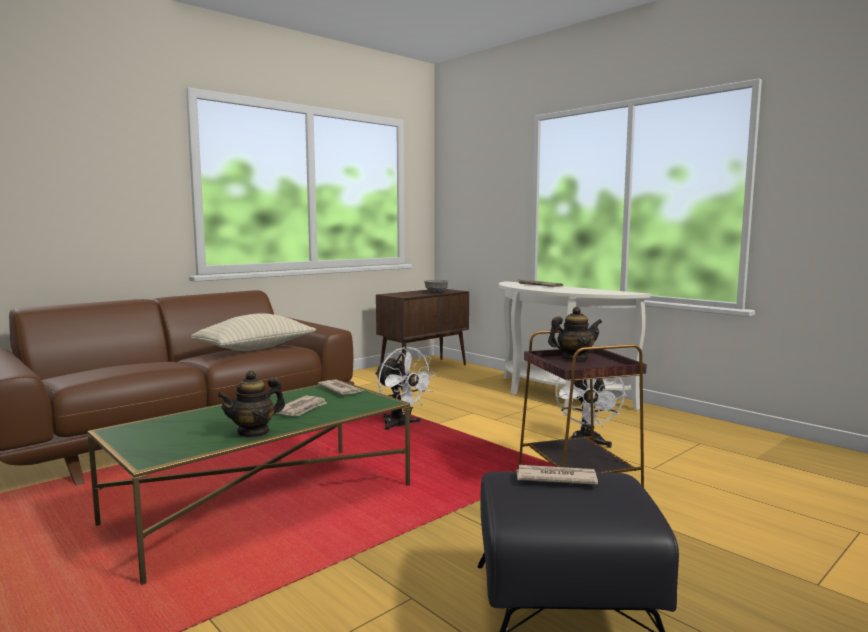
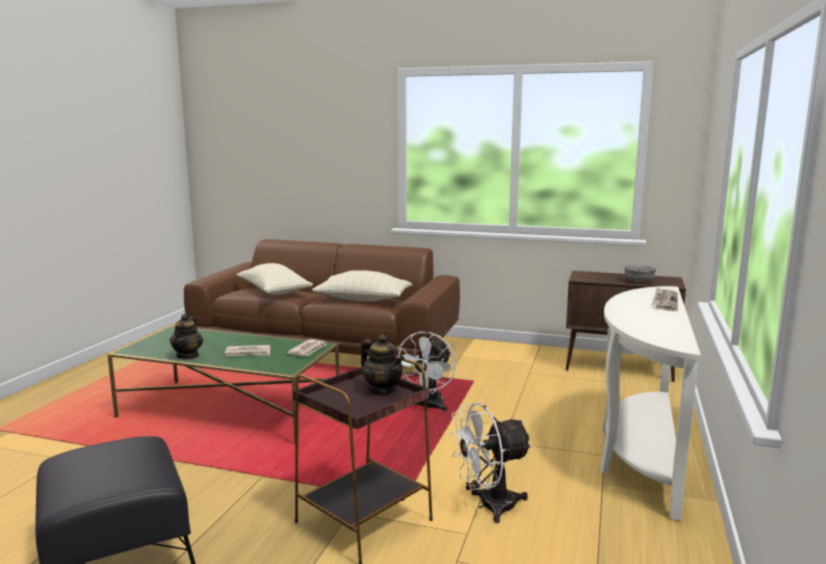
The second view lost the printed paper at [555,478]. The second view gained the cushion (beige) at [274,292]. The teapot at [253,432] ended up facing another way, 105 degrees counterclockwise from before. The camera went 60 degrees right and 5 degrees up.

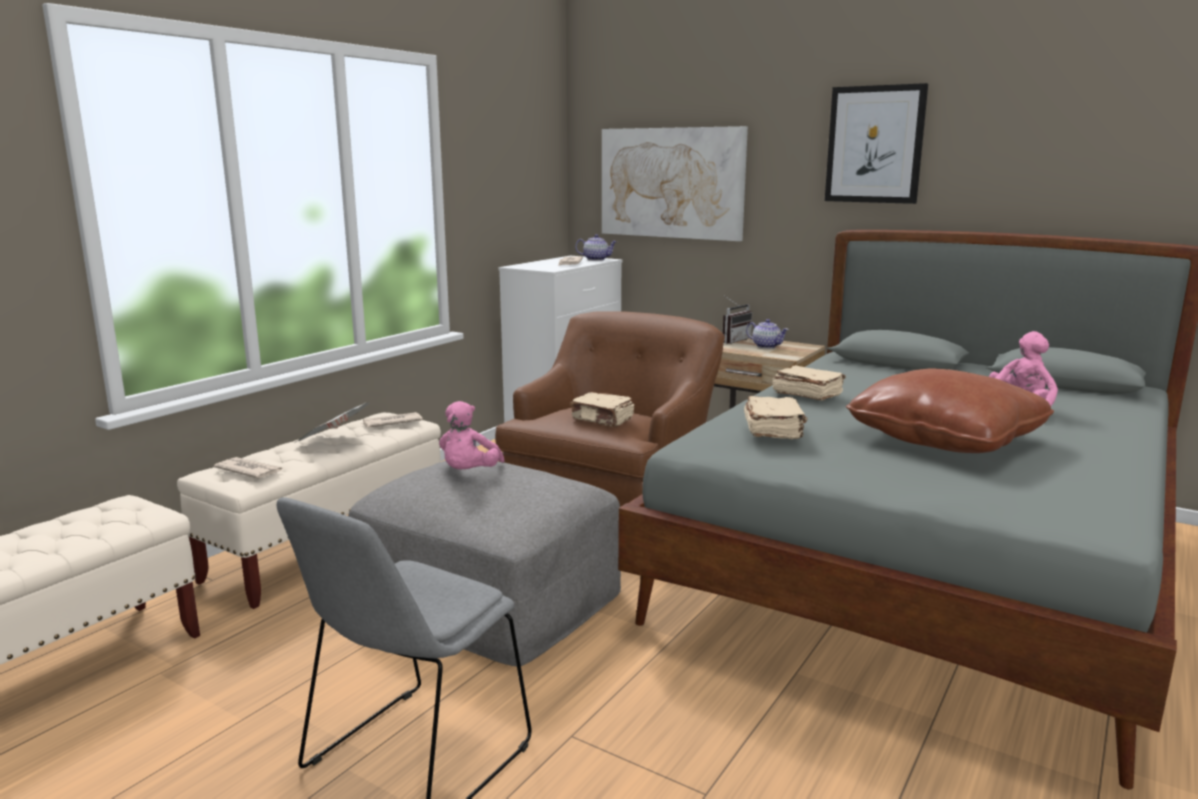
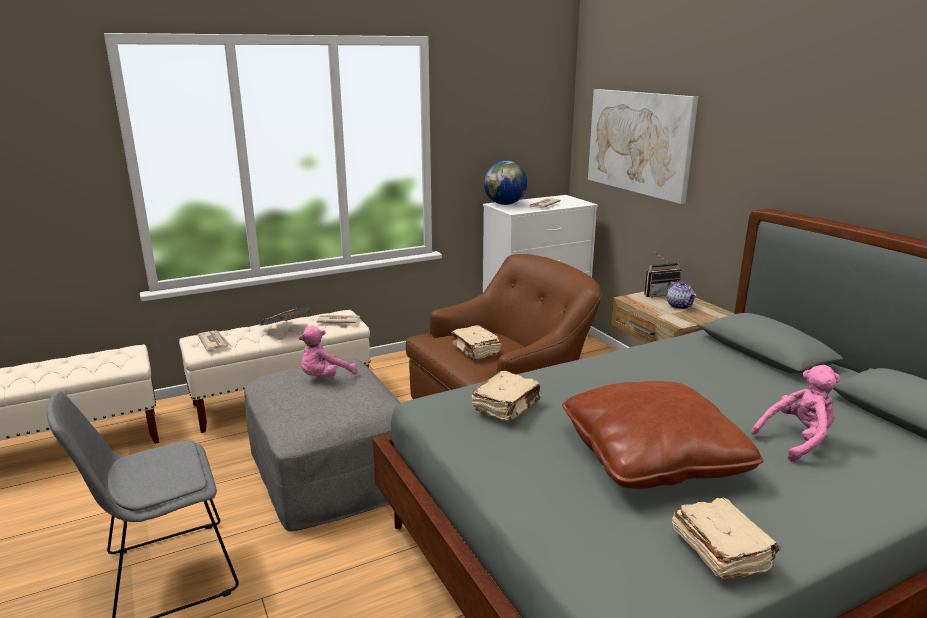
The second view lost the teapot at [596,259]. The second view lost the picture at [875,144]. The second view gained the world globe at [505,204]. The volume (beige) ended up elsewhere, having gone from [806,394] to [720,550]. The camera went 30 degrees right and 5 degrees up.

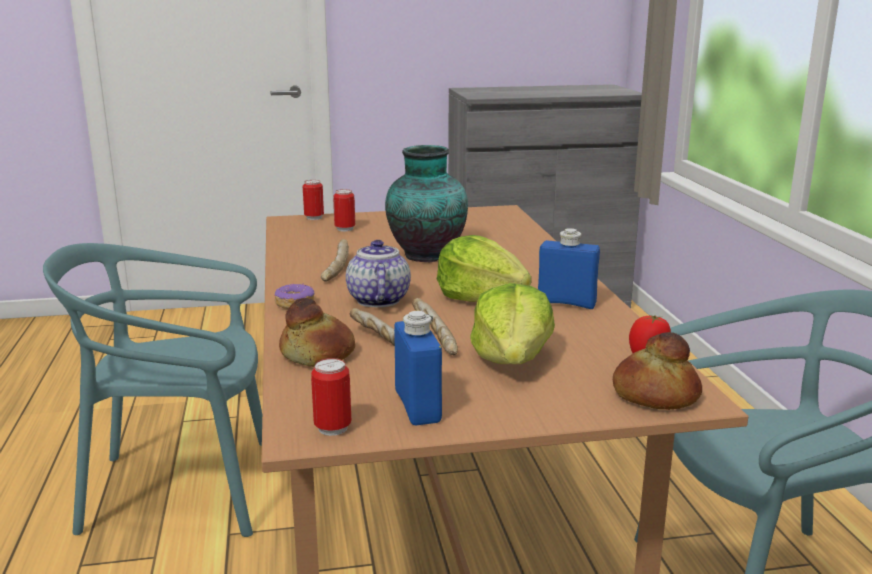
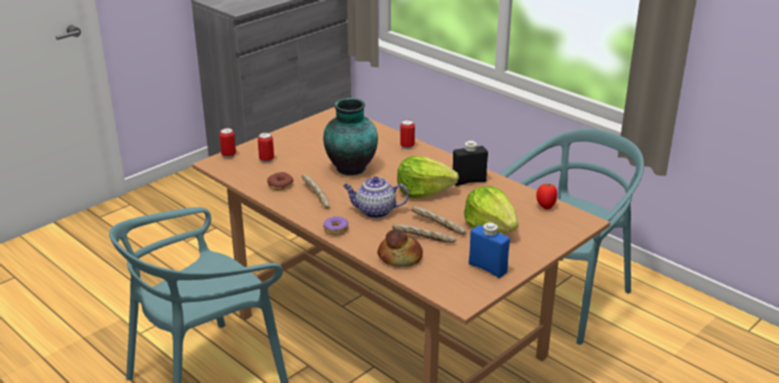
The second view lost the baked bread at [654,395]. The second view gained the doughnut at [280,185]. The sealed can ended up elsewhere, having gone from [332,428] to [407,146]. What was the bottle (blue-coloured) at [566,303] turned into the bottle (blackish) at [469,181]. The teapot at [377,299] ended up facing another way, 45 degrees counterclockwise from before. The camera went 35 degrees left and 10 degrees up.

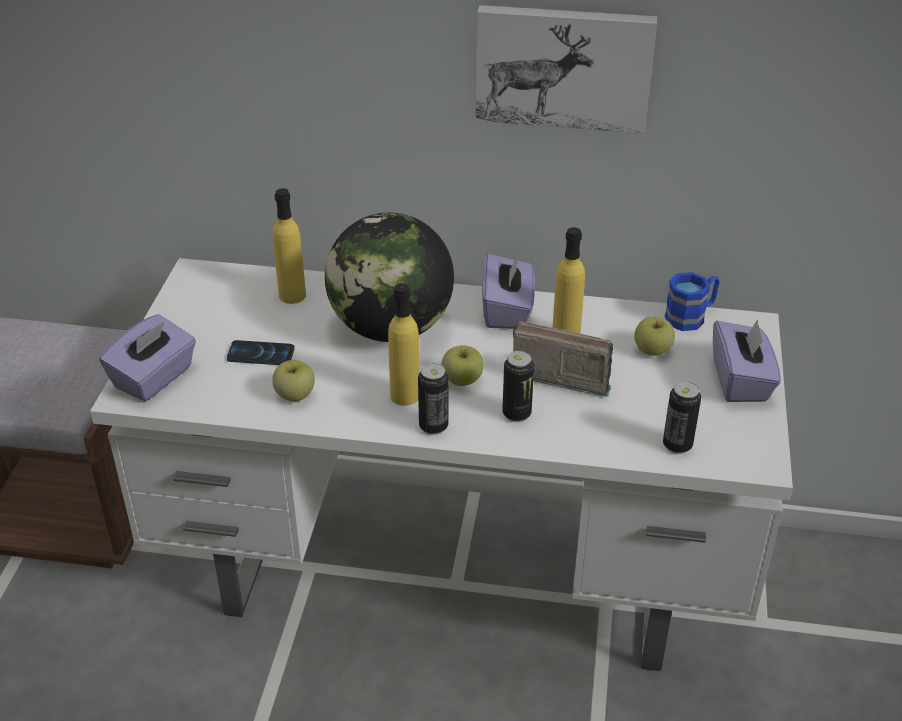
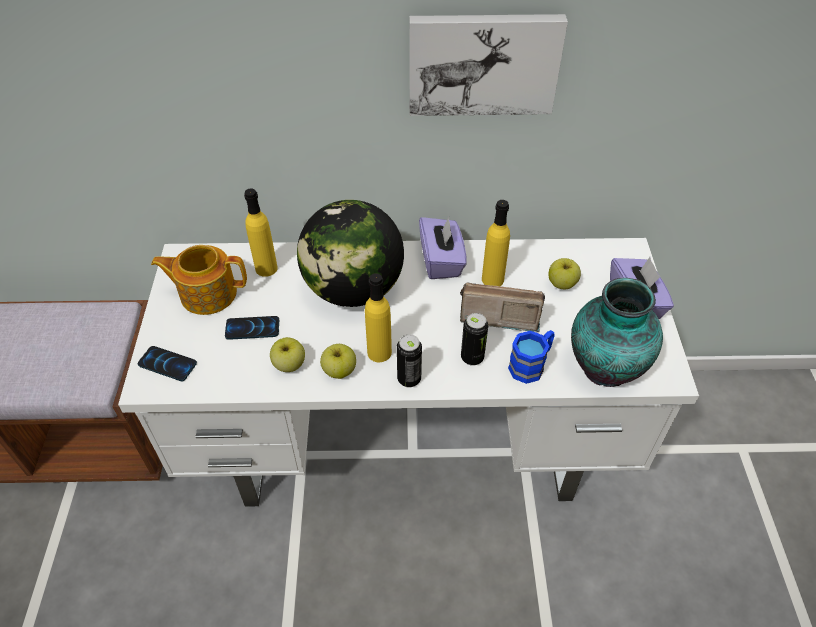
The second view gained the teapot at [207,293]. The apple fruit ended up elsewhere, having gone from [462,380] to [339,370]. The mug (blue-coloured) ended up elsewhere, having gone from [691,316] to [531,365]. Where the tissue holder (purple-coloured) stood at [154,378], the phone came to stand at [167,364]. Where the sealed can stood at [677,445], the vase came to stand at [603,369]. The camera went 10 degrees left and 10 degrees up.

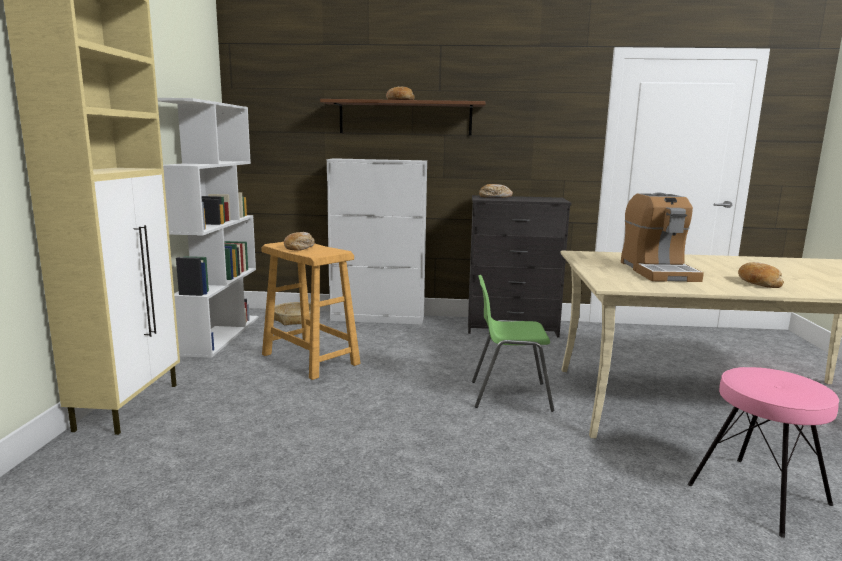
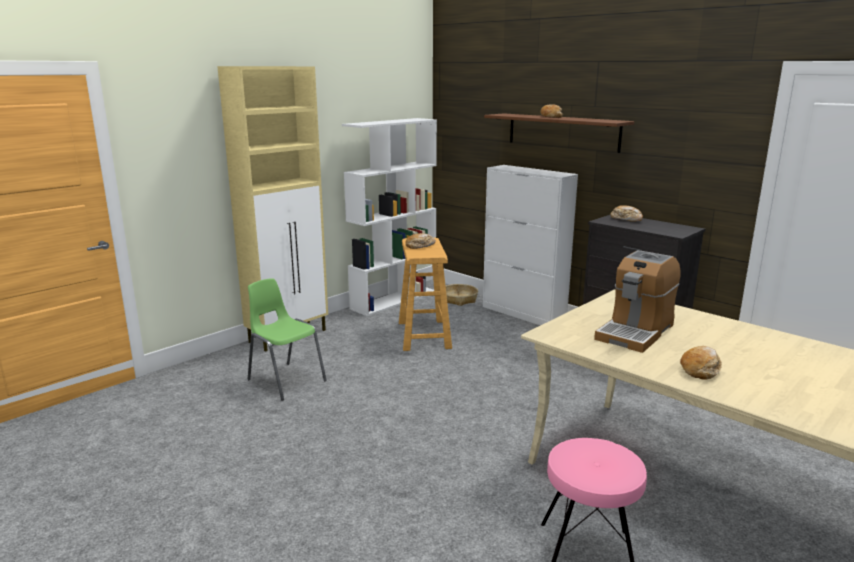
The plain chair (green) ended up elsewhere, having gone from [509,395] to [286,380]. The camera went 40 degrees right and 5 degrees up.

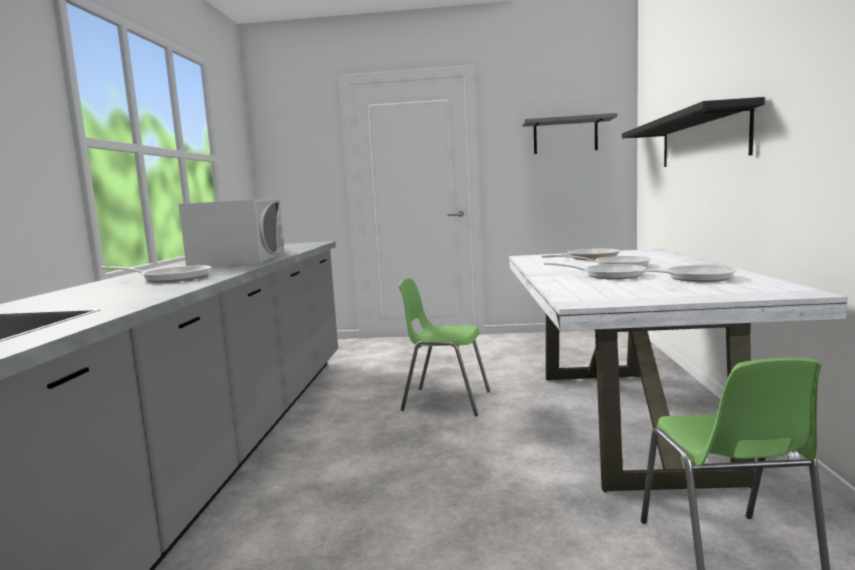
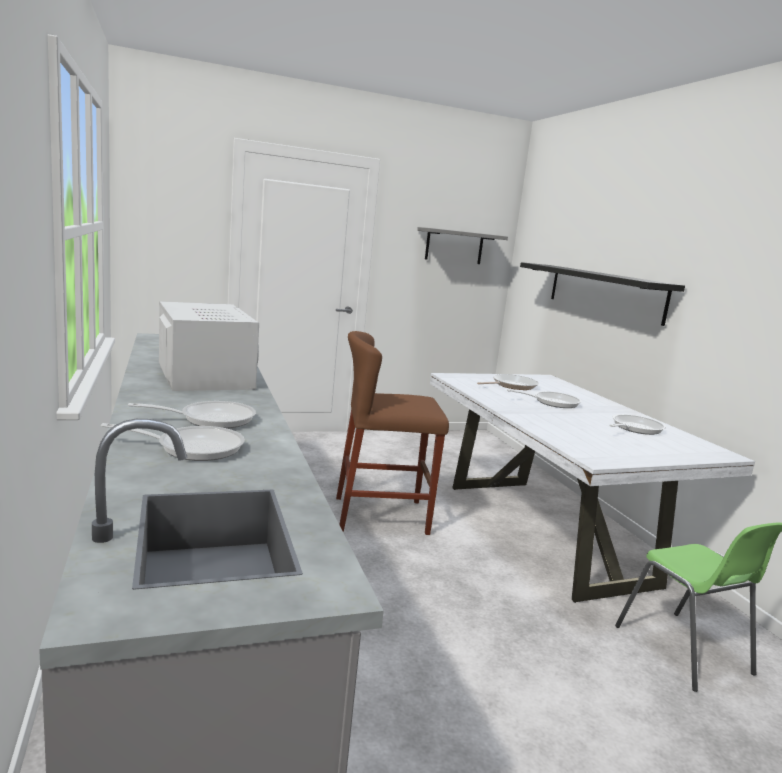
The pan ended up elsewhere, having gone from [607,275] to [193,448]. Where the plain chair (green) stood at [445,401], the stool (brownish) came to stand at [381,515]. The camera went 25 degrees left and 5 degrees up.

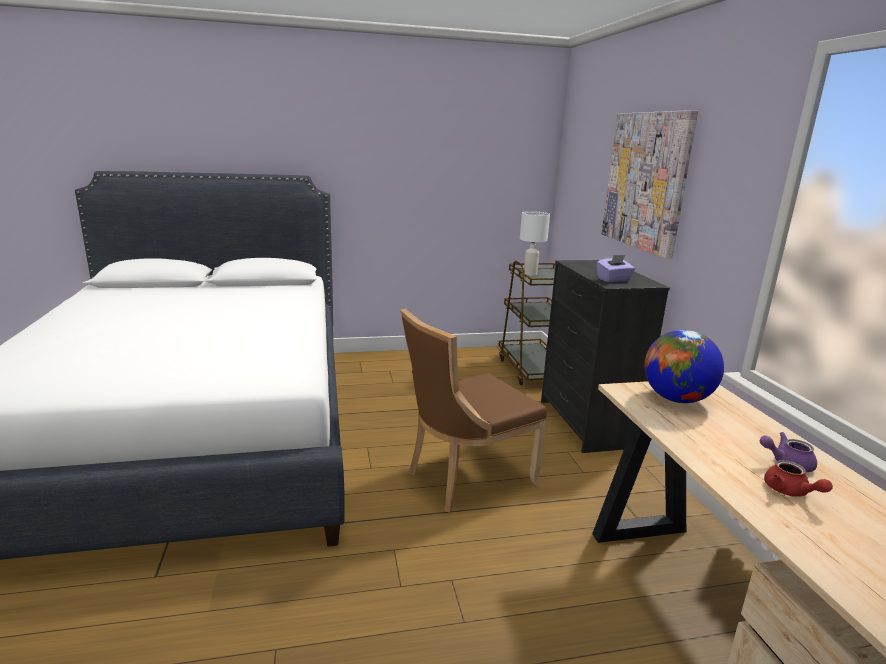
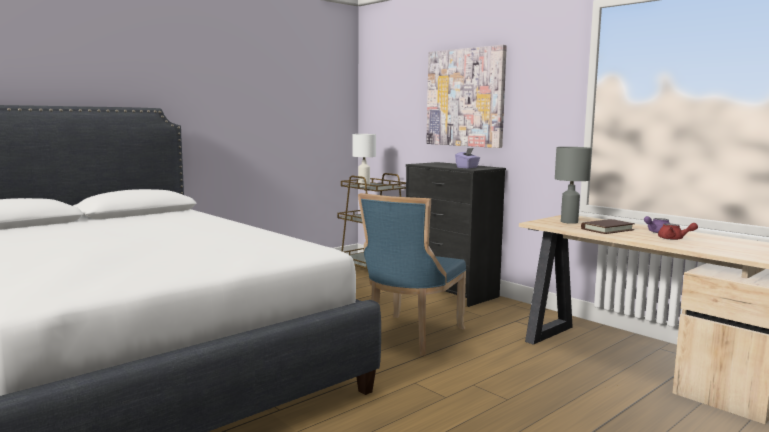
The second view gained the volume (brownish) at [607,229]. Where the world globe stood at [676,399], the lamp for a table (greyish) came to stand at [568,222]. What was the plain chair (brownish) at [465,478] turned into the plain chair (blue-coloured) at [410,336]. The camera went 30 degrees left and 10 degrees down.

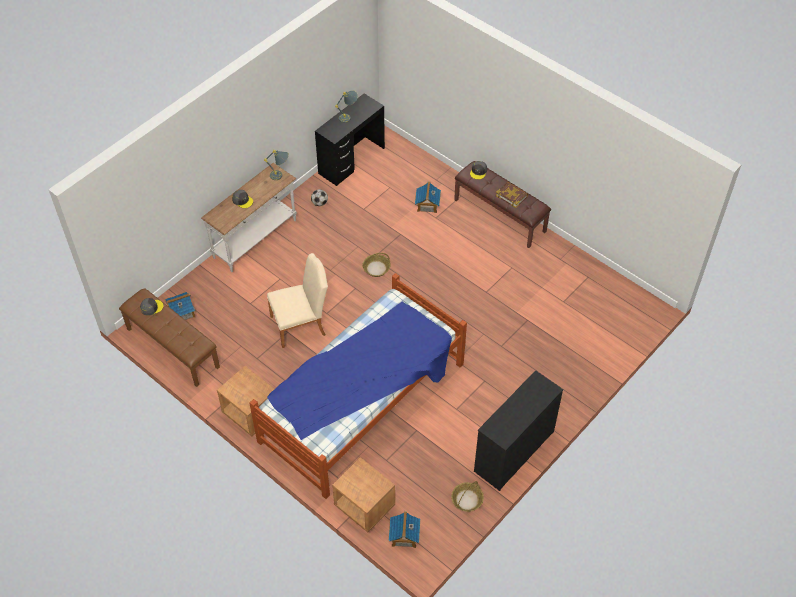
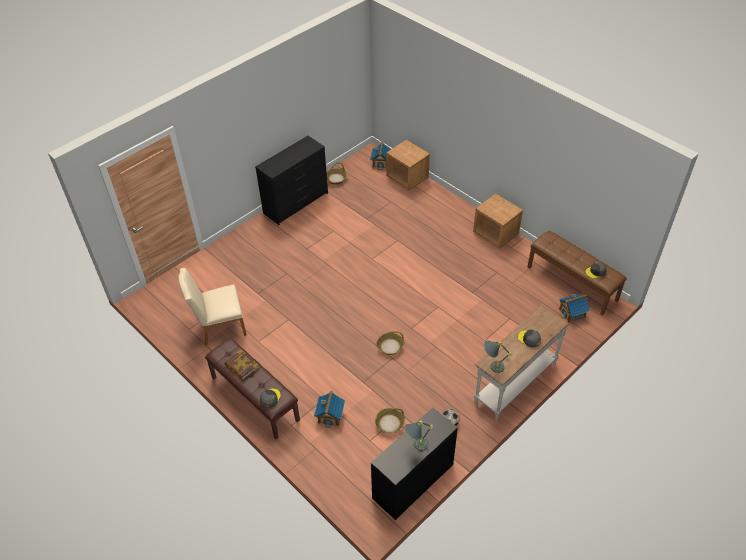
The second view lost the sleeping bed at [363,402]. The second view gained the storage basket at [389,423]. The plain chair (beige) ended up elsewhere, having gone from [301,324] to [218,326]. The camera went 175 degrees left and 5 degrees down.

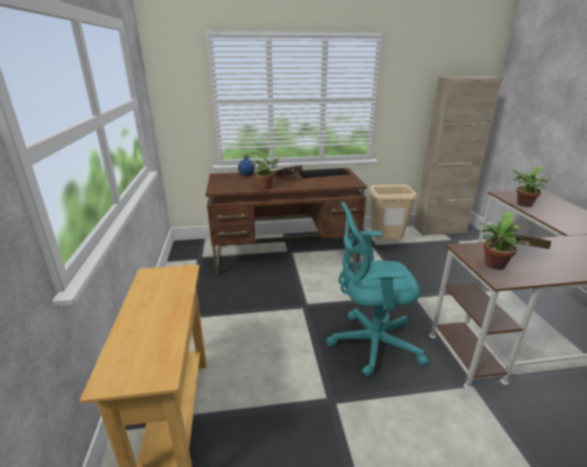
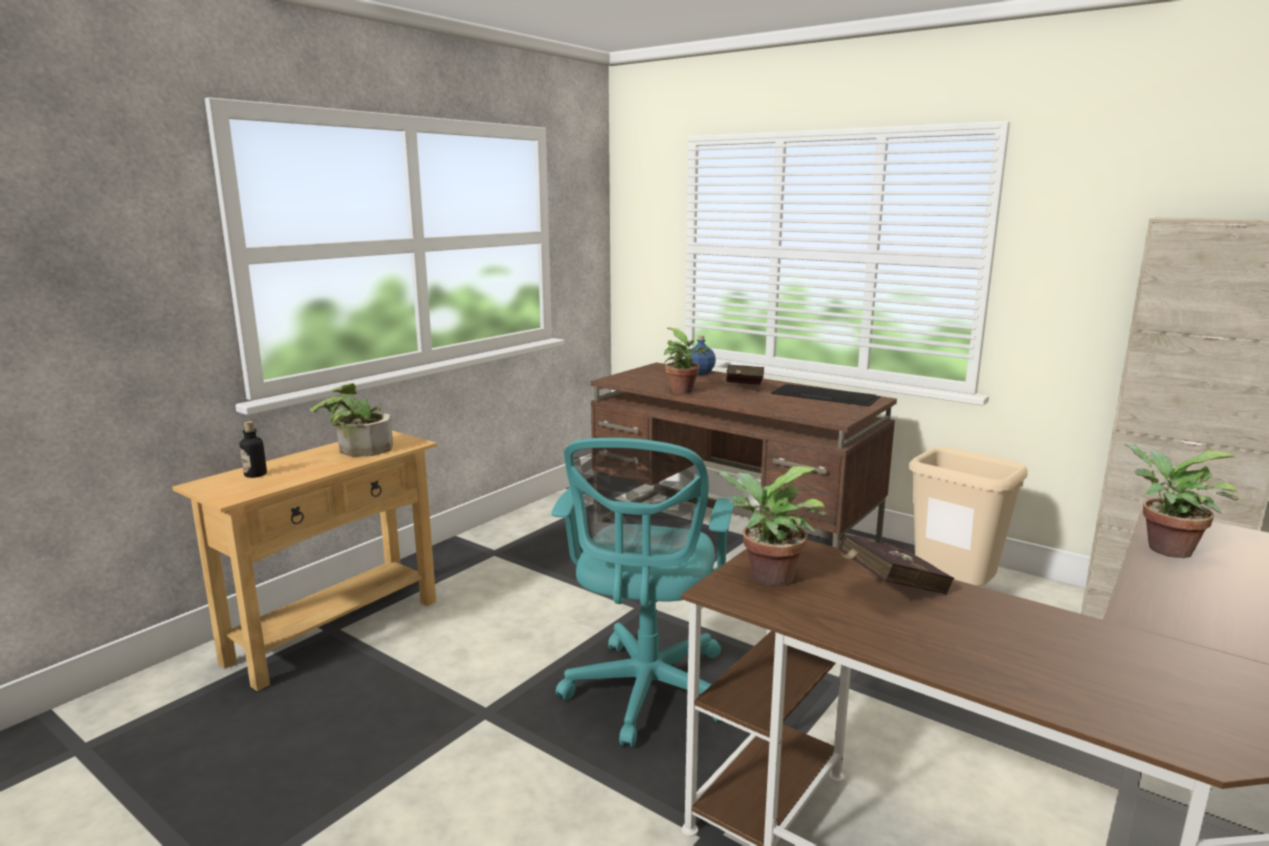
The second view gained the bottle at [255,474]. The second view gained the plant in a pot at [358,449]. The office chair (blue-green) at [370,344] ended up facing another way, 120 degrees counterclockwise from before. The camera went 45 degrees right and 10 degrees down.

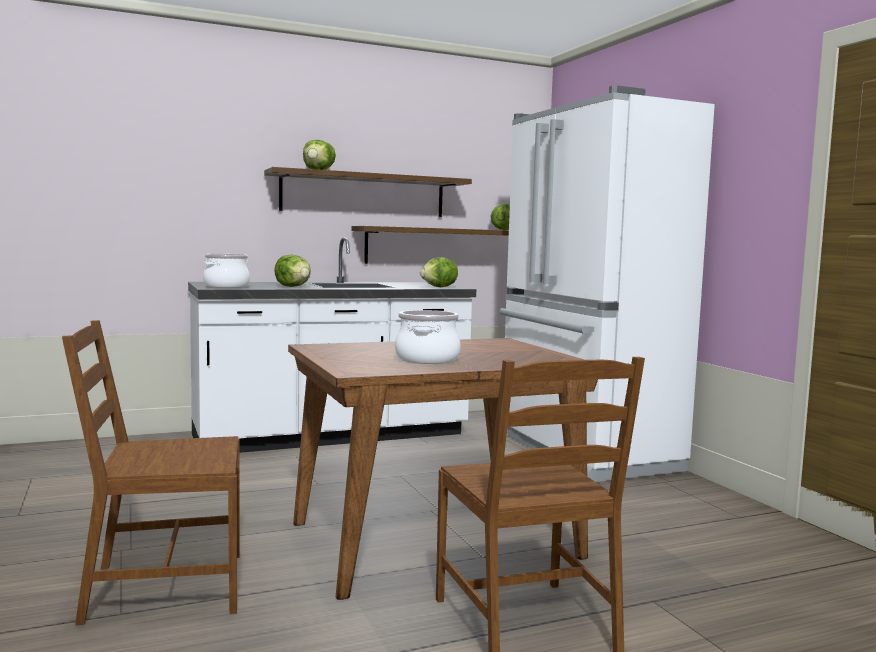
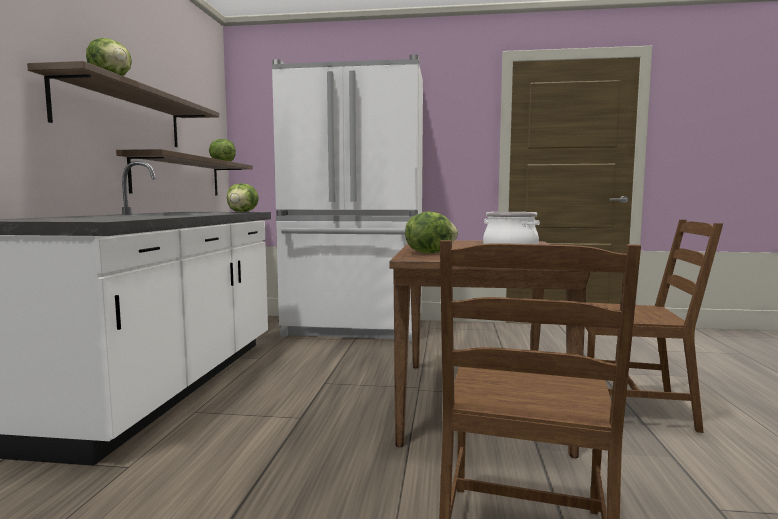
The second view lost the stockpot at [226,286]. The lettuce ended up elsewhere, having gone from [293,287] to [429,253]. The camera went 60 degrees left and 0 degrees up.

